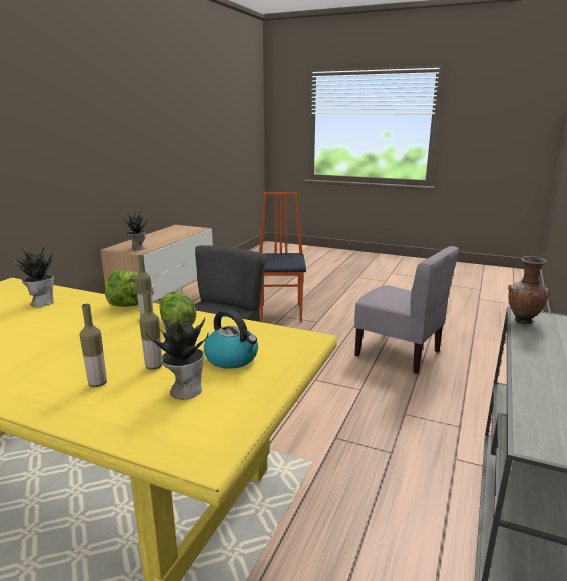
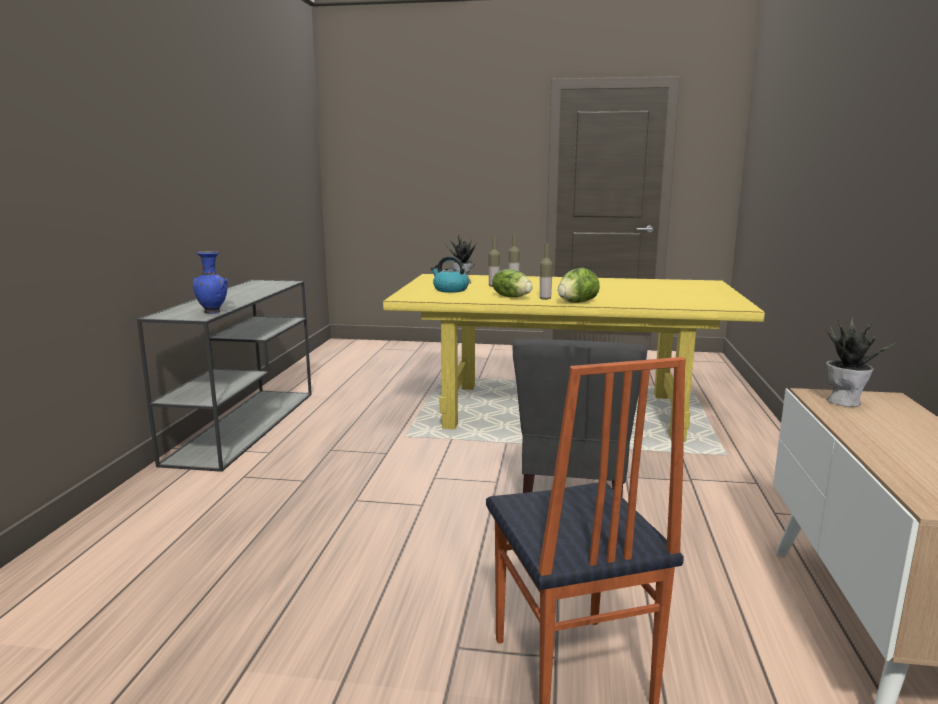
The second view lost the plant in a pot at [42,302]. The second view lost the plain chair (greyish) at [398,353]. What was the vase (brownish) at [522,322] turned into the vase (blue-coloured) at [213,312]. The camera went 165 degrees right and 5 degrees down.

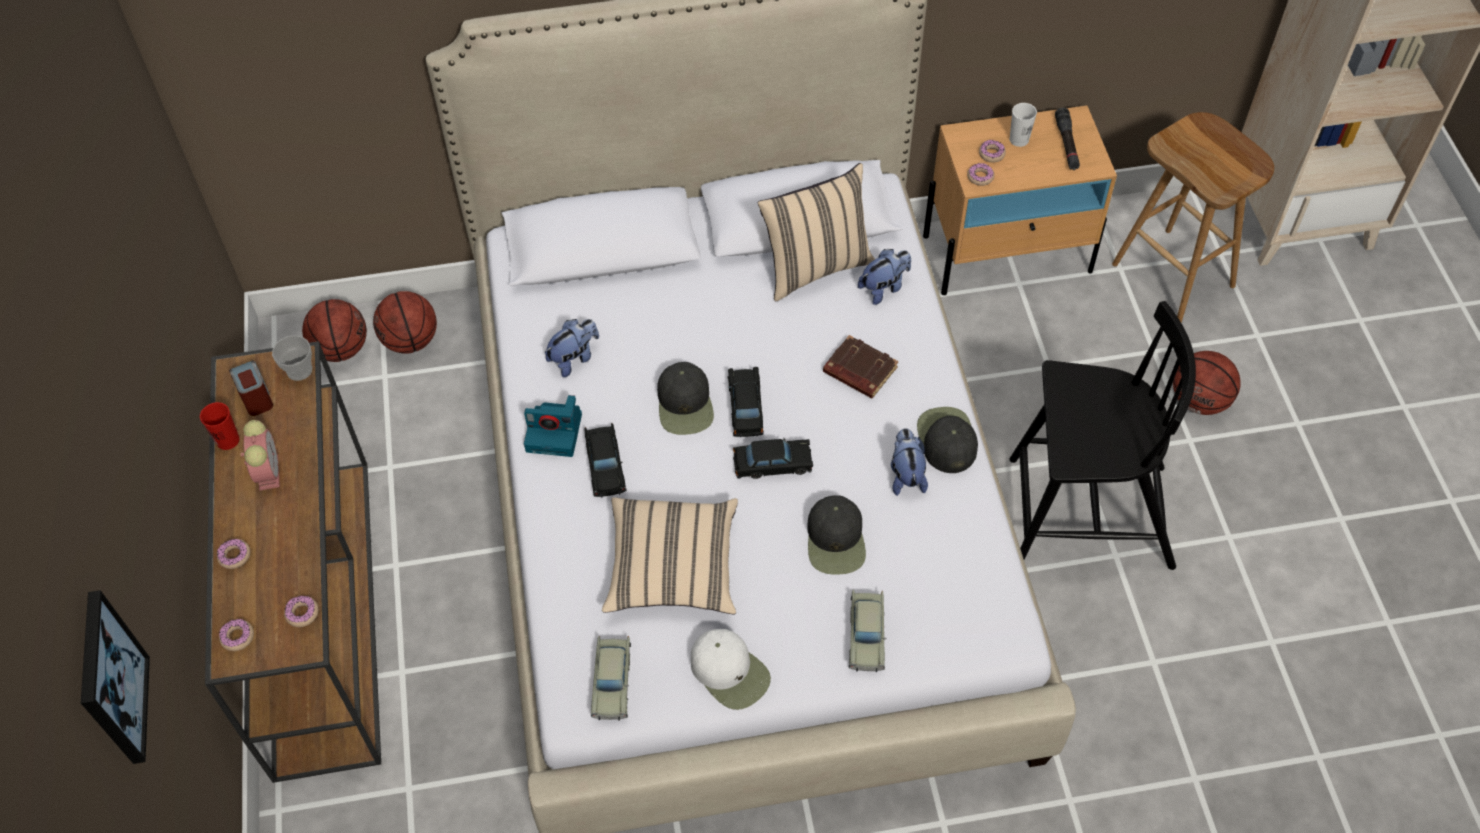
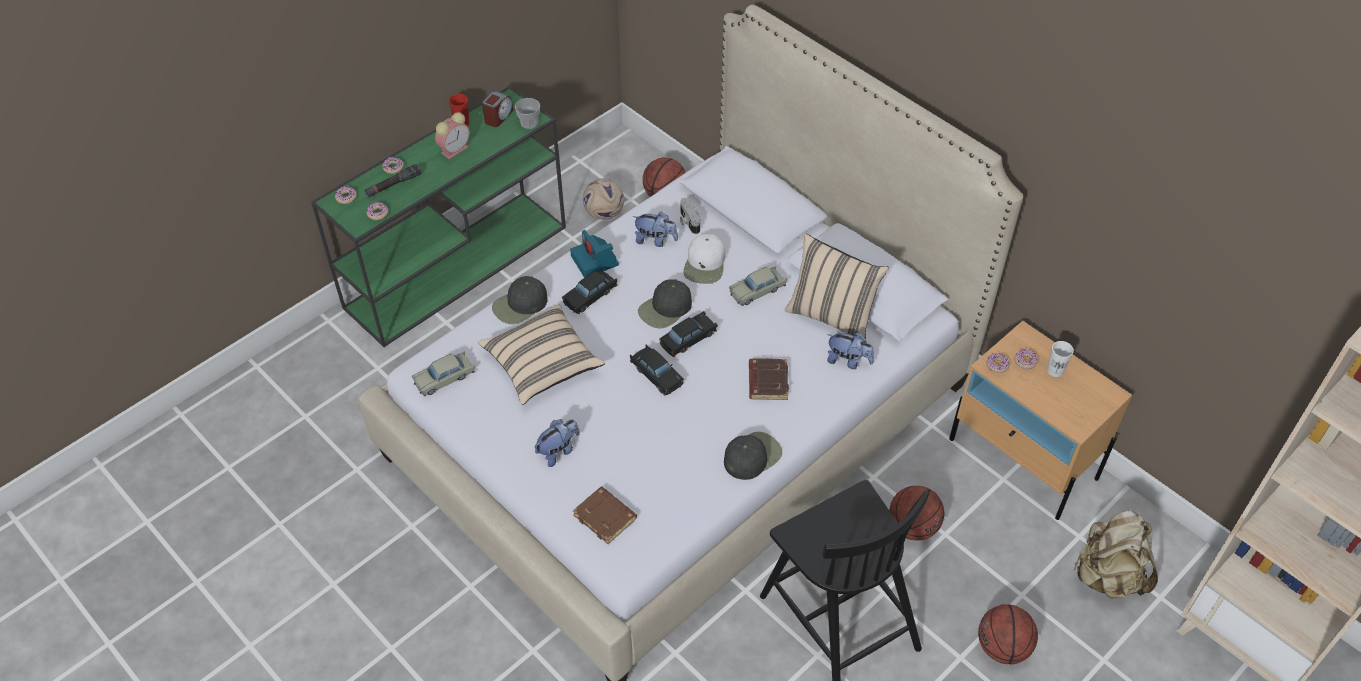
The second view lost the picture at [111,679]. The second view gained the volume (brownish) at [606,517]. The second view gained the ball for football at [604,213]. The second view gained the still camera at [688,221]. The basketball ball ended up elsewhere, having gone from [341,348] to [913,527]. The peaked cap (whitish) ended up elsewhere, having gone from [730,672] to [705,264]. The peaked cap (blackish) ended up elsewhere, having gone from [836,540] to [520,305]. The model car (beige) ended up elsewhere, having gone from [866,635] to [757,290]. The cuddly toy ended up elsewhere, having gone from [906,475] to [558,451]. The torch (blackish) ended up elsewhere, having gone from [1066,144] to [393,185]. Where the stool (brownish) stood at [1175,275], the rucksack (beige) came to stand at [1108,576]. What was the hall table (brownish) at [321,610] turned into the hall table (green) at [458,265]. The camera went 55 degrees right and 5 degrees down.

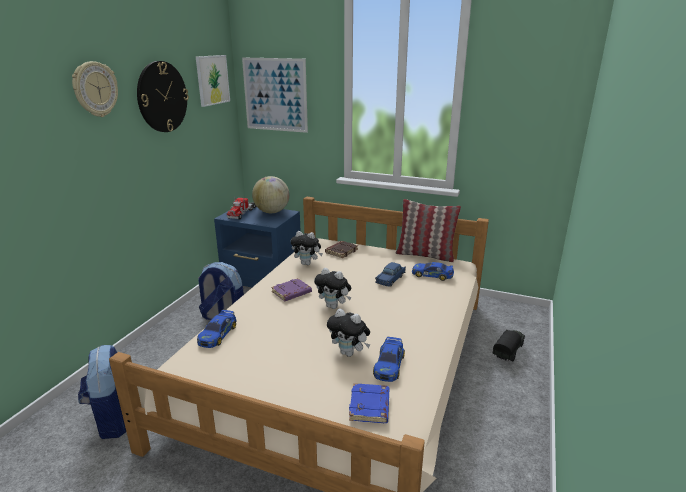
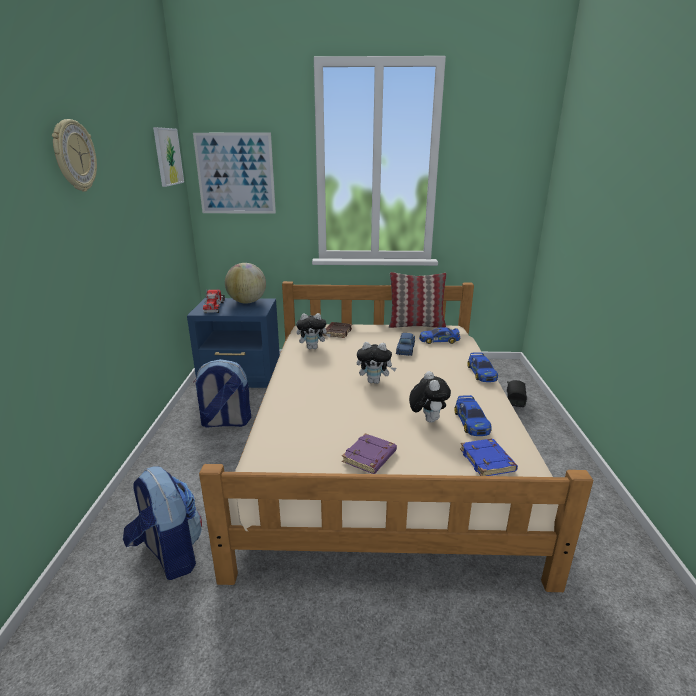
The second view lost the clock on the wall at [162,97]. The model car ended up elsewhere, having gone from [218,334] to [481,373]. The volume (purple-coloured) ended up elsewhere, having gone from [291,293] to [370,457]. The cuddly toy at [349,353] ended up facing another way, 105 degrees counterclockwise from before. The camera went 20 degrees left and 0 degrees up.

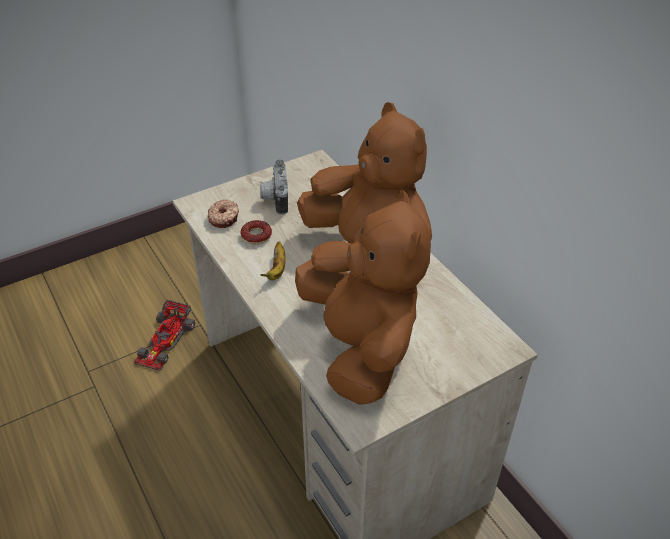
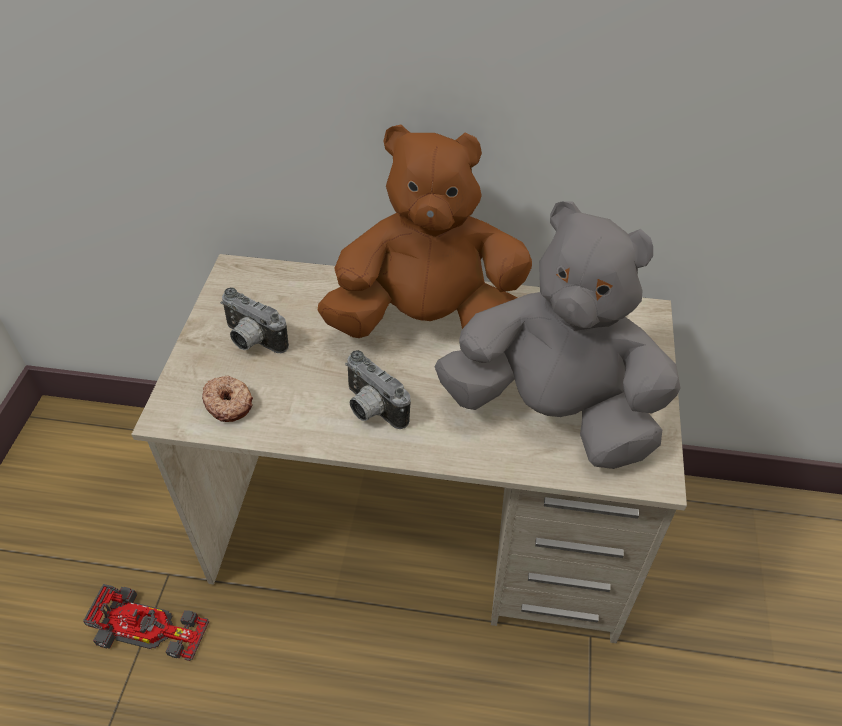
The second view lost the doughnut at [256,235]. Where the banana fruit stood at [277,270], the still camera came to stand at [371,409]. What was the cuddly toy (brownish) at [360,347] turned into the cuddly toy (greyish) at [553,412]. The model car at [165,341] ended up facing another way, 45 degrees counterclockwise from before. The camera went 50 degrees left and 5 degrees up.

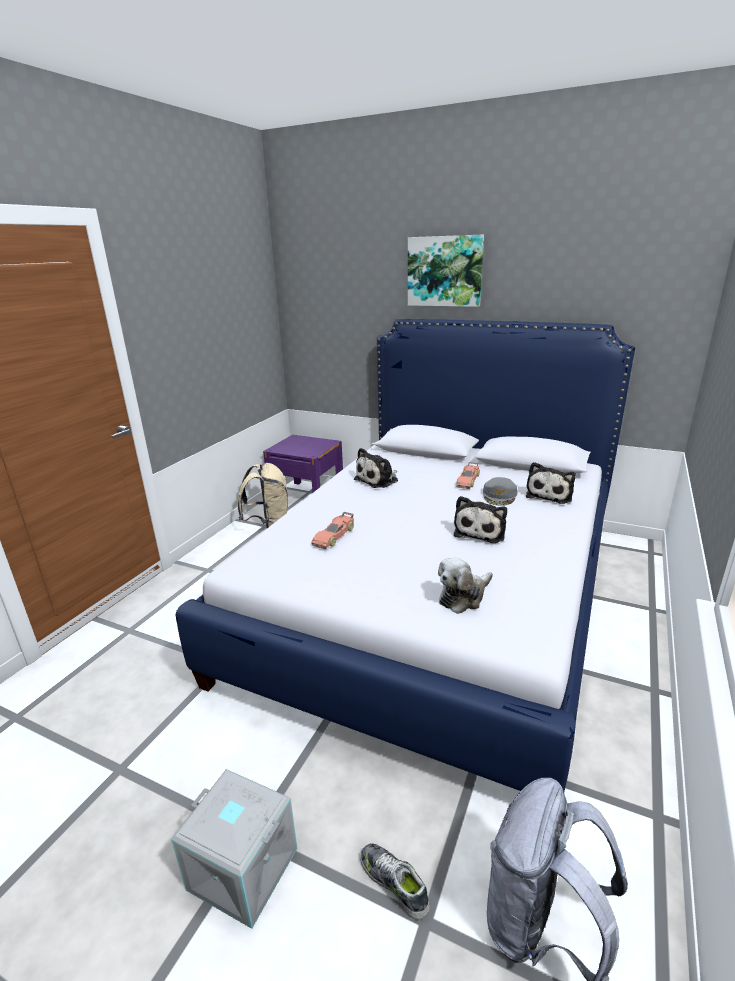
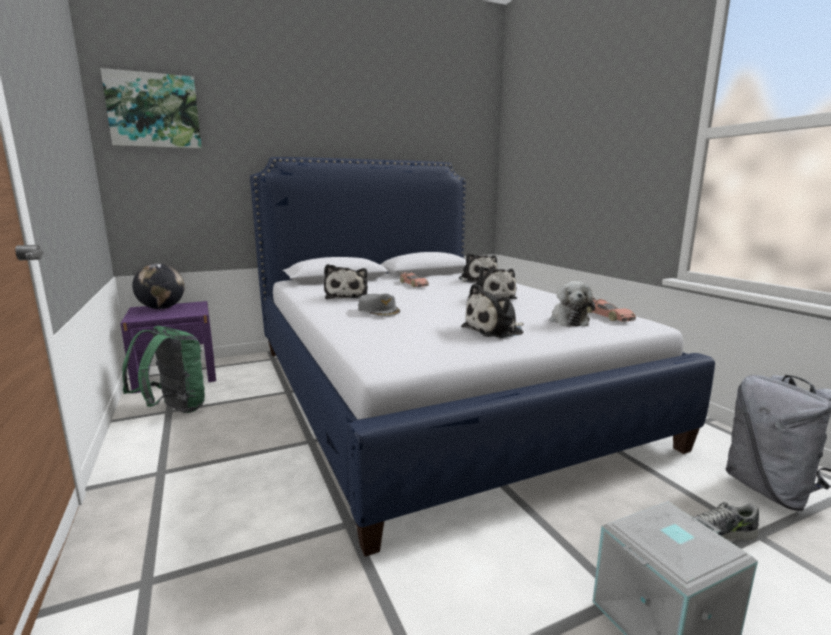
The second view gained the world globe at [162,308]. The second view gained the cuddly toy at [495,330]. The model car ended up elsewhere, having gone from [334,536] to [606,316]. The picture ended up elsewhere, having gone from [444,271] to [154,111]. The peaked cap (greyish) ended up elsewhere, having gone from [500,495] to [379,310]. What was the rucksack (beige) at [268,526] turned into the rucksack (green) at [173,410]. The camera went 50 degrees left and 10 degrees down.

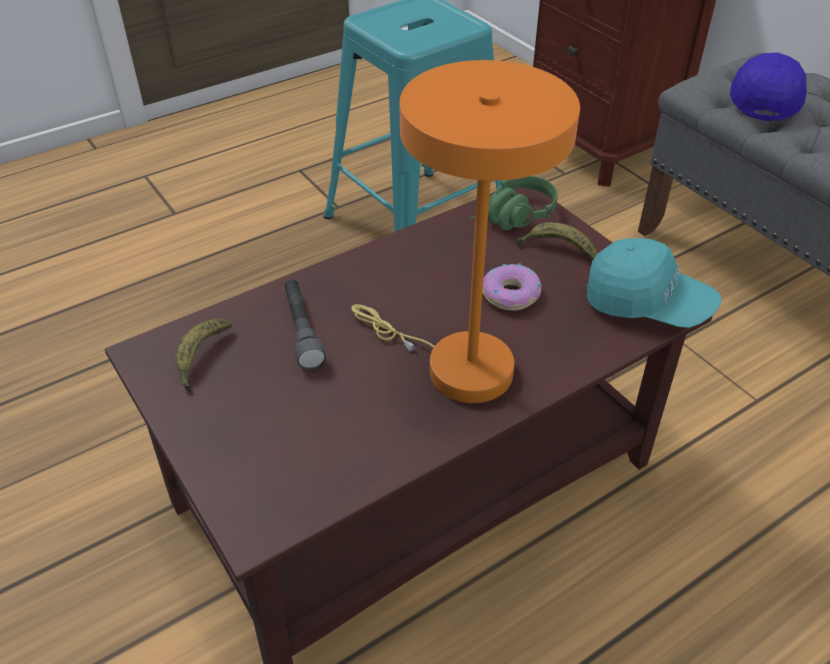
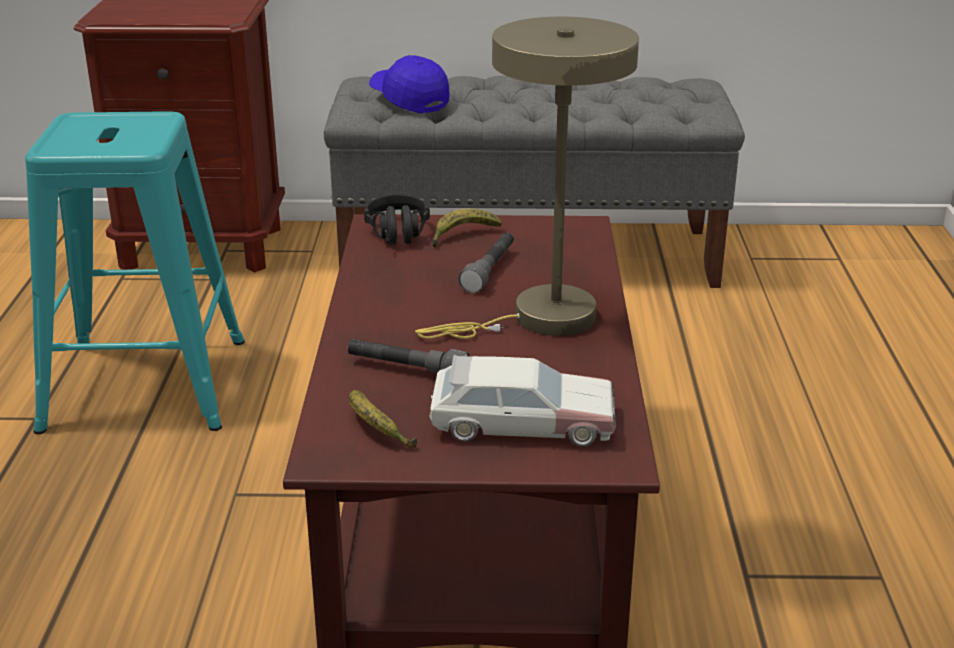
The second view lost the peaked cap (blue-green) at [647,304]. The second view gained the model car at [520,422]. Where the doughnut stood at [511,295], the torch (greyish) came to stand at [489,271]. What was the lamp for a table (orange) at [456,365] turned into the lamp for a table (beige) at [540,320]. What was the pair of headphones (green) at [512,219] turned into the pair of headphones (blackish) at [398,237]. The camera went 55 degrees left and 15 degrees down.

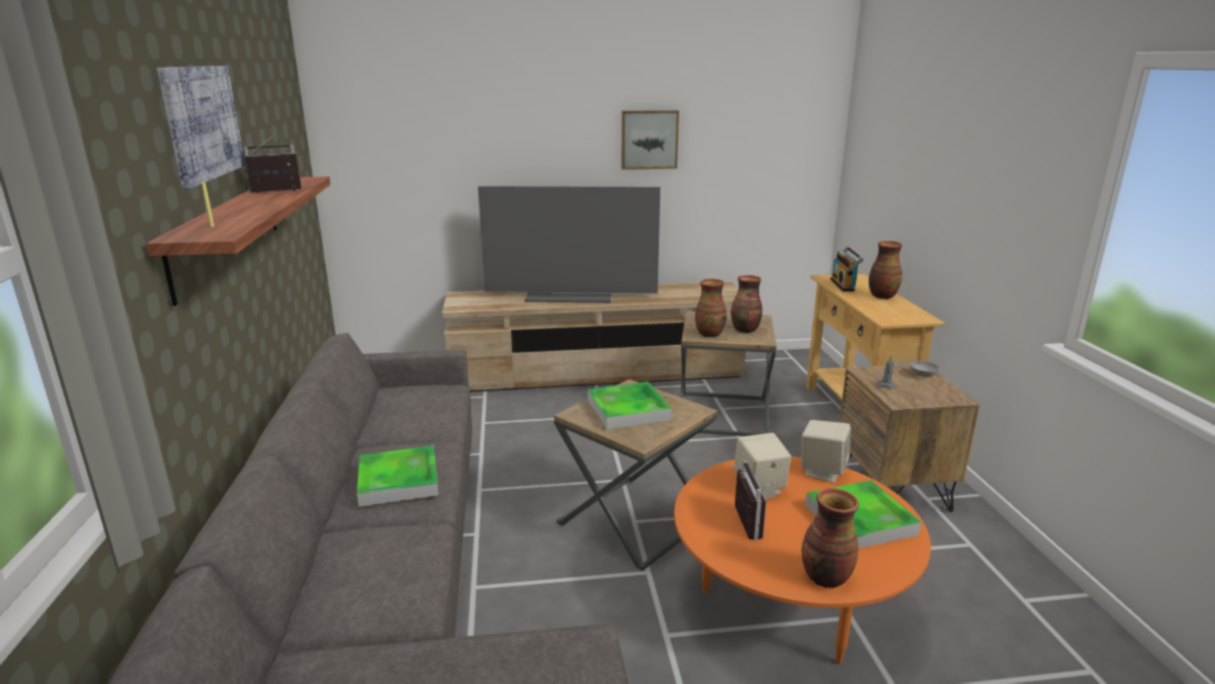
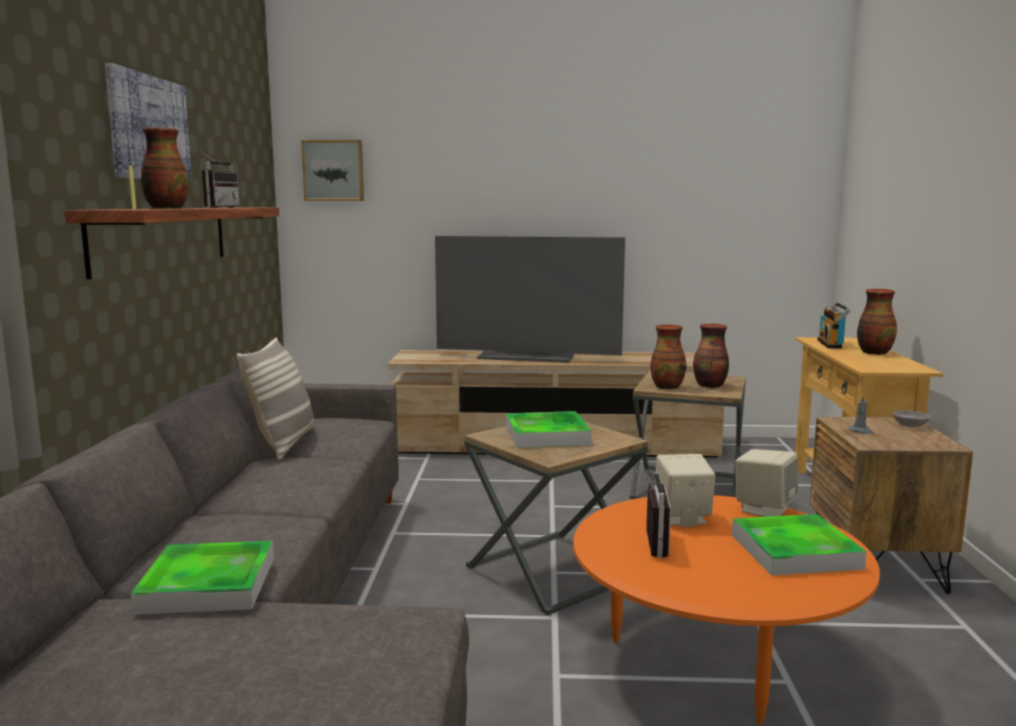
The second view gained the cushion at [283,443]. The carrying tray ended up elsewhere, having gone from [398,480] to [208,585]. The picture ended up elsewhere, having gone from [649,139] to [333,171]. The vase ended up elsewhere, having gone from [824,577] to [166,208]. The radio at [276,192] ended up facing another way, 120 degrees clockwise from before. The camera went 10 degrees right and 10 degrees down.

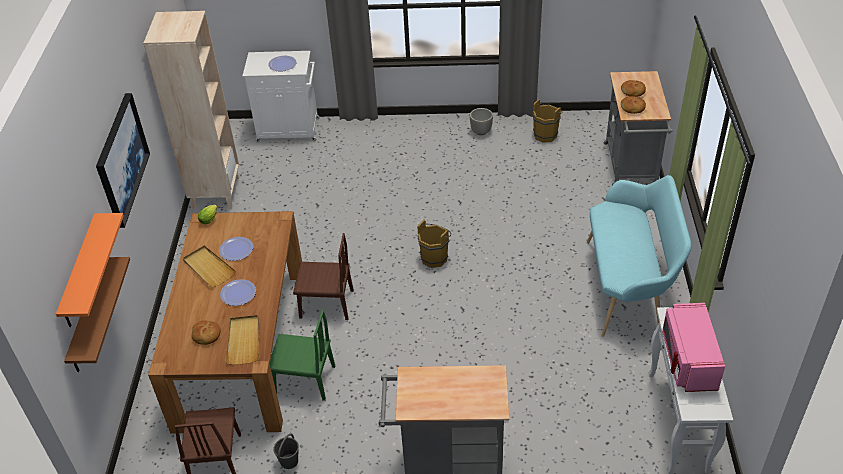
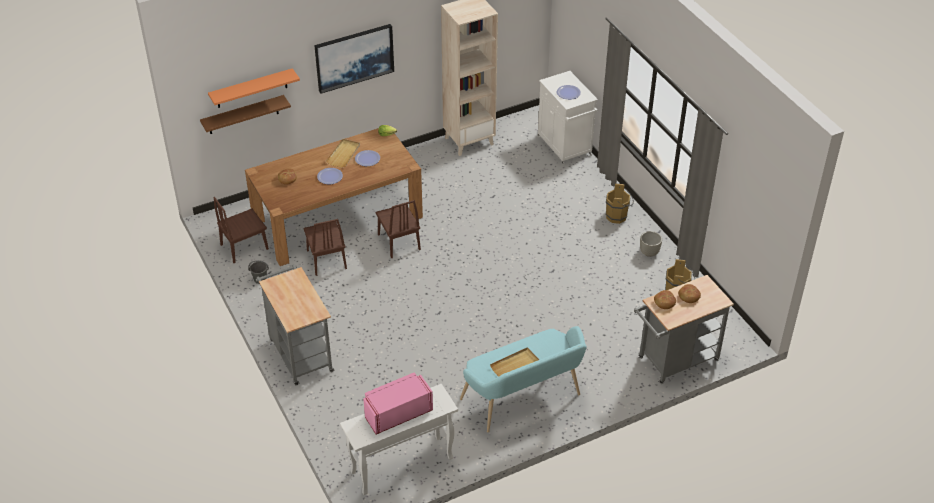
The carrying tray (beige) ended up elsewhere, having gone from [244,341] to [515,365]. The water bucket (brownish) ended up elsewhere, having gone from [435,257] to [618,217]. What was the plain chair (green) at [304,380] turned into the plain chair (brownish) at [326,259]. The camera went 60 degrees right and 0 degrees up.

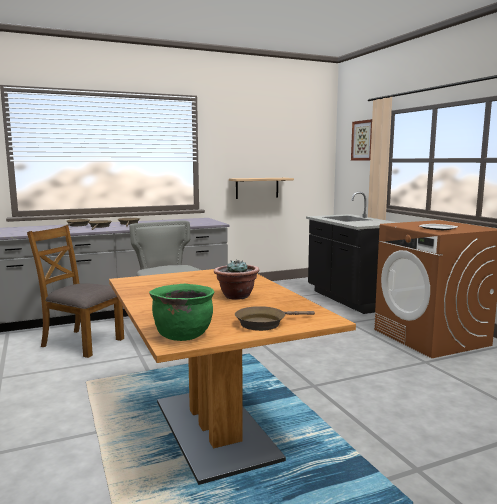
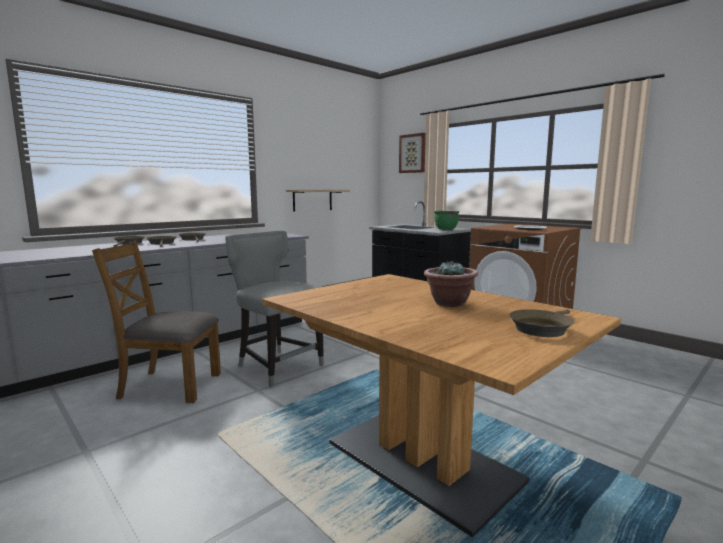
The stockpot (green) ended up elsewhere, having gone from [183,335] to [445,229]. The camera went 20 degrees left and 0 degrees up.

